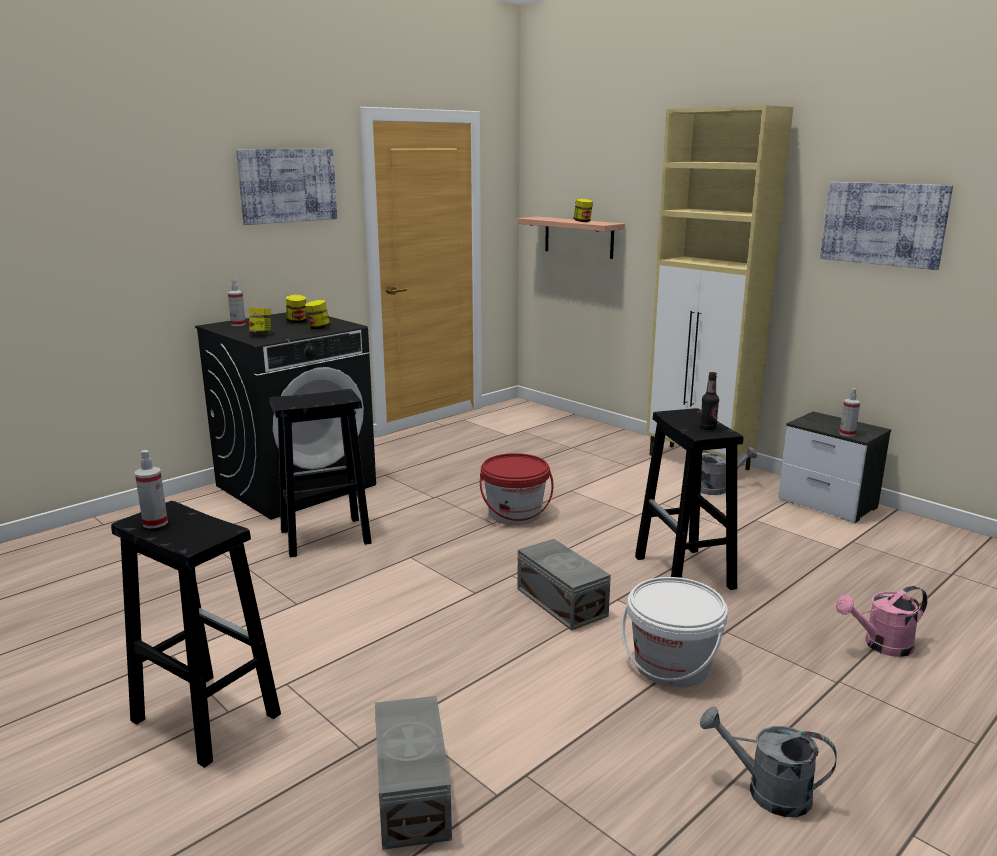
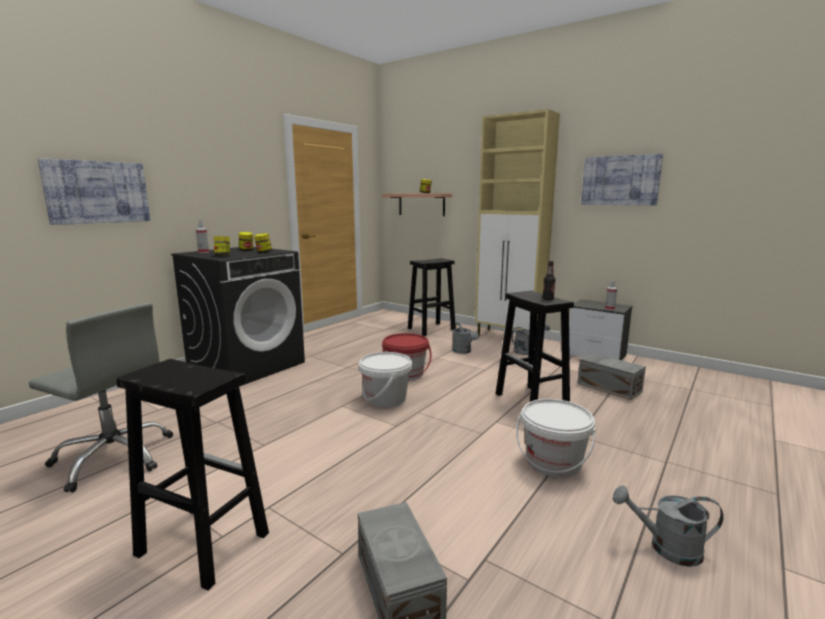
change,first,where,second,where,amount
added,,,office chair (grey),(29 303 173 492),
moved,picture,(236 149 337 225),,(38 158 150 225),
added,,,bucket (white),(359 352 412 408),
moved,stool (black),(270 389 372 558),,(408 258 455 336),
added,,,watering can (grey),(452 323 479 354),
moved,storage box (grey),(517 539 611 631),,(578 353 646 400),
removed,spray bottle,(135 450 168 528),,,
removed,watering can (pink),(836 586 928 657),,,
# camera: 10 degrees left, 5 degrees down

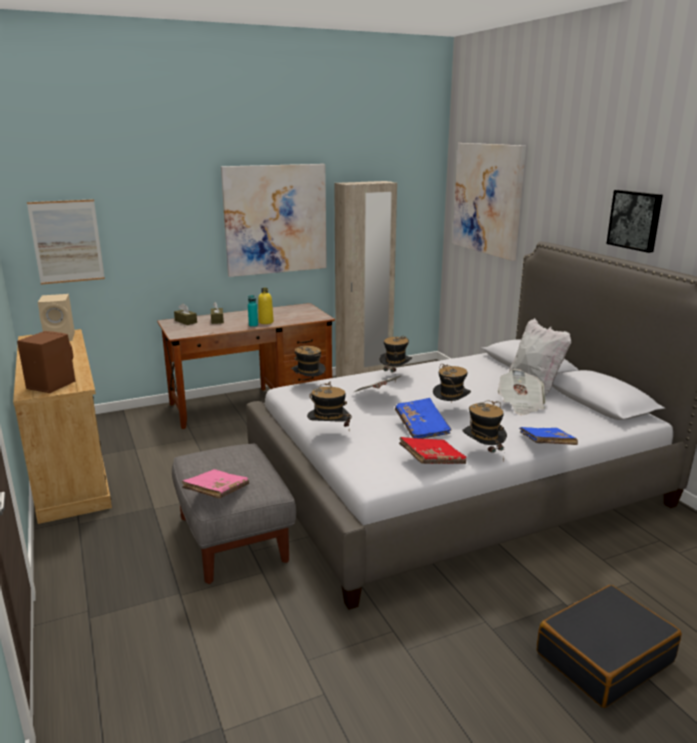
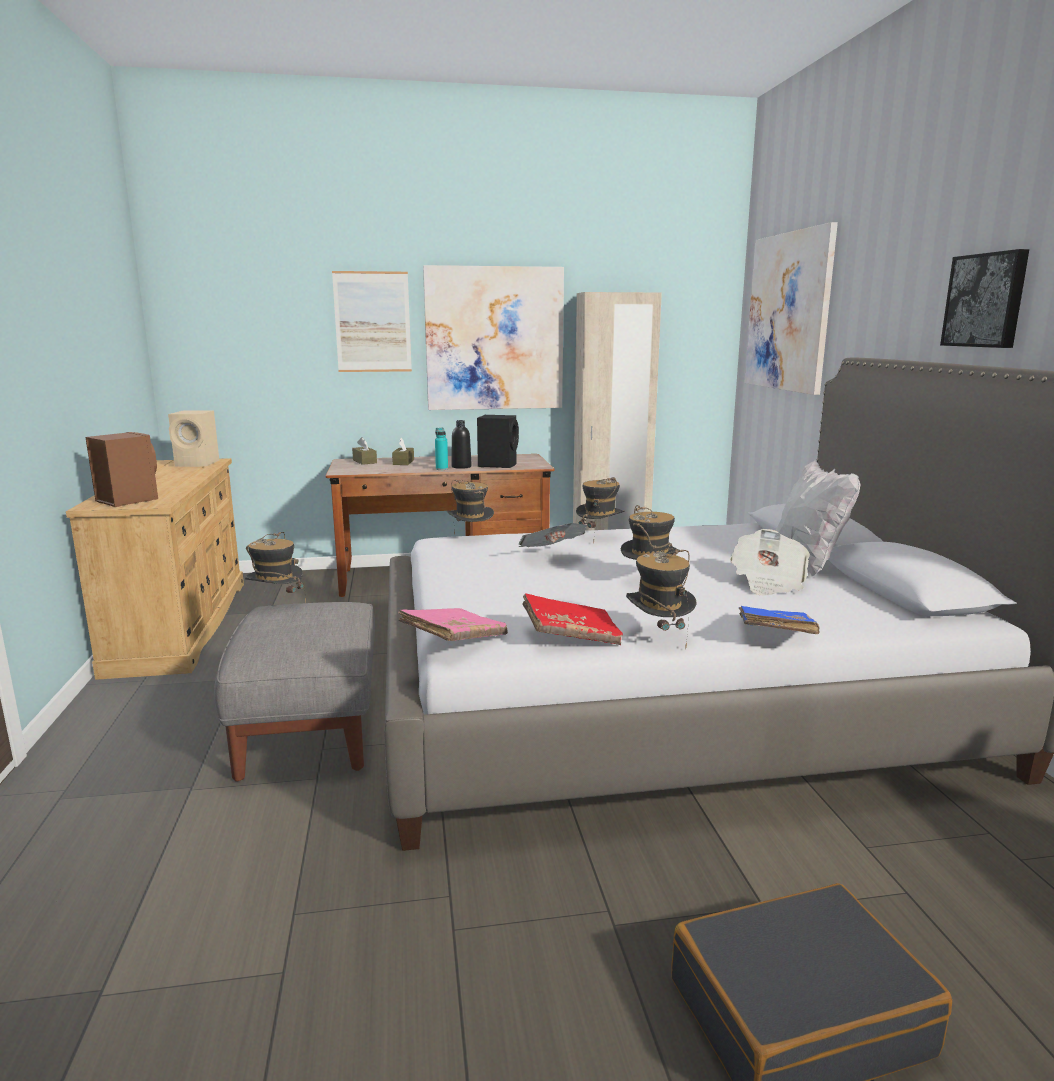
change,first,where,second,where,amount
moved,hat,(307 382 352 427),,(245 532 306 603),
moved,picture,(27 199 105 285),,(332 271 412 372),
moved,book (pink),(182 469 249 499),,(398 608 508 641),
recoloured,bottle (yellow),(258 288 274 324),bottle (black),(451 420 471 469),
added,,,speaker (black),(477 415 519 468),
removed,book (blue),(395 398 452 439),,,
# camera: 15 degrees right, 5 degrees down

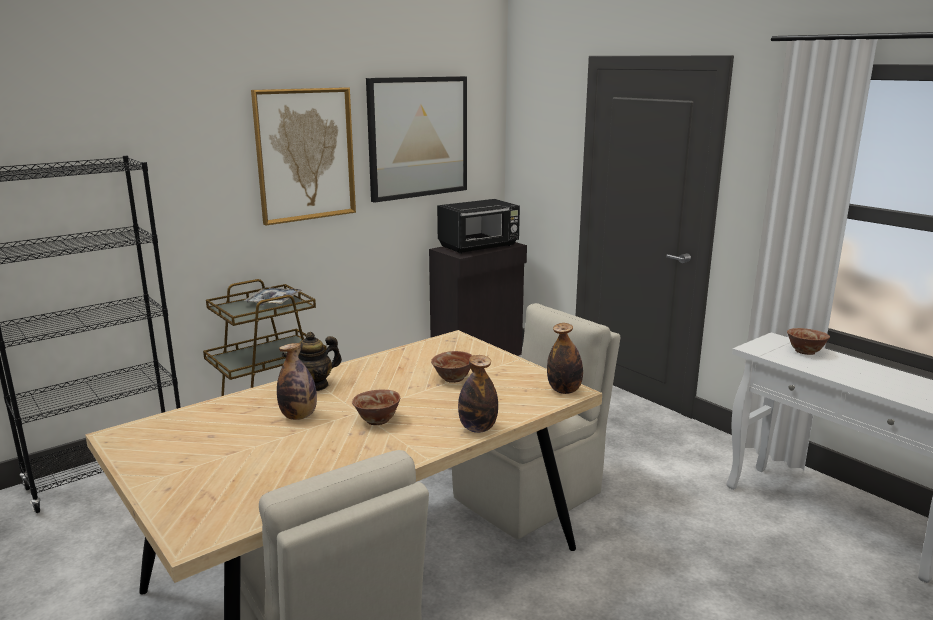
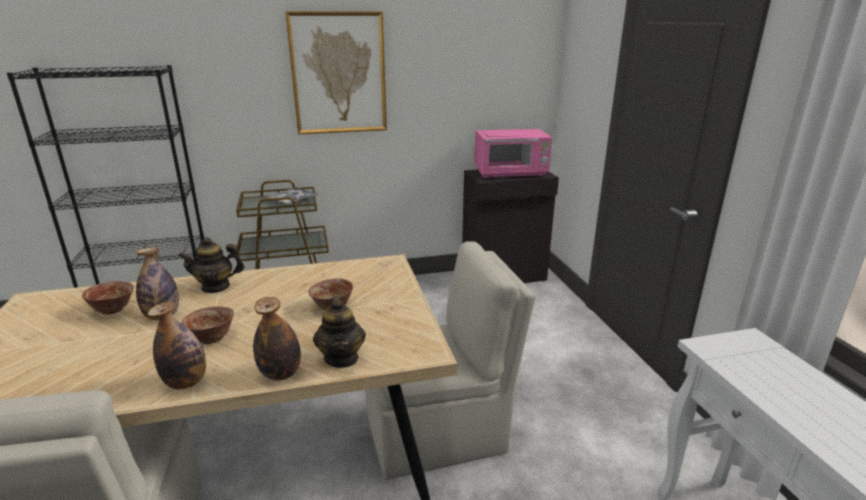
change,first,where,second,where,amount
moved,bowl,(787 328 830 355),,(82 281 134 315),
moved,bottle,(547 323 583 394),,(148 301 206 390),
added,,,teapot,(313 297 366 368),
recoloured,microwave (black),(437 199 520 254),microwave (pink),(475 129 552 178),
removed,picture,(366 76 467 203),,,
# camera: 25 degrees right, 5 degrees up

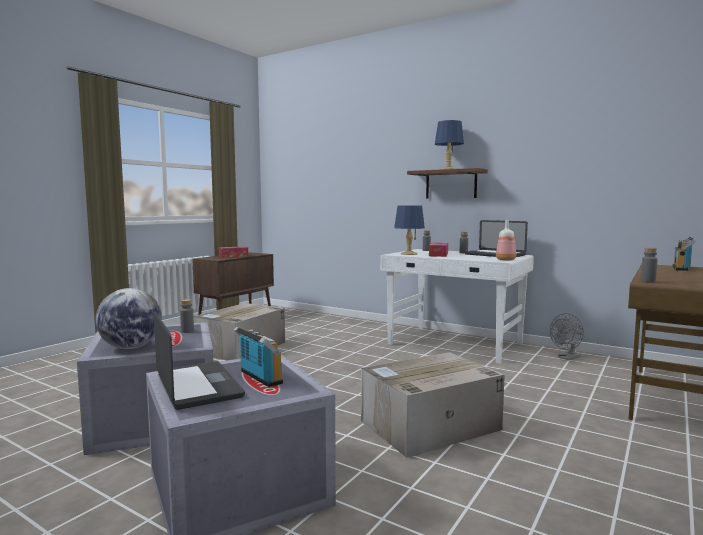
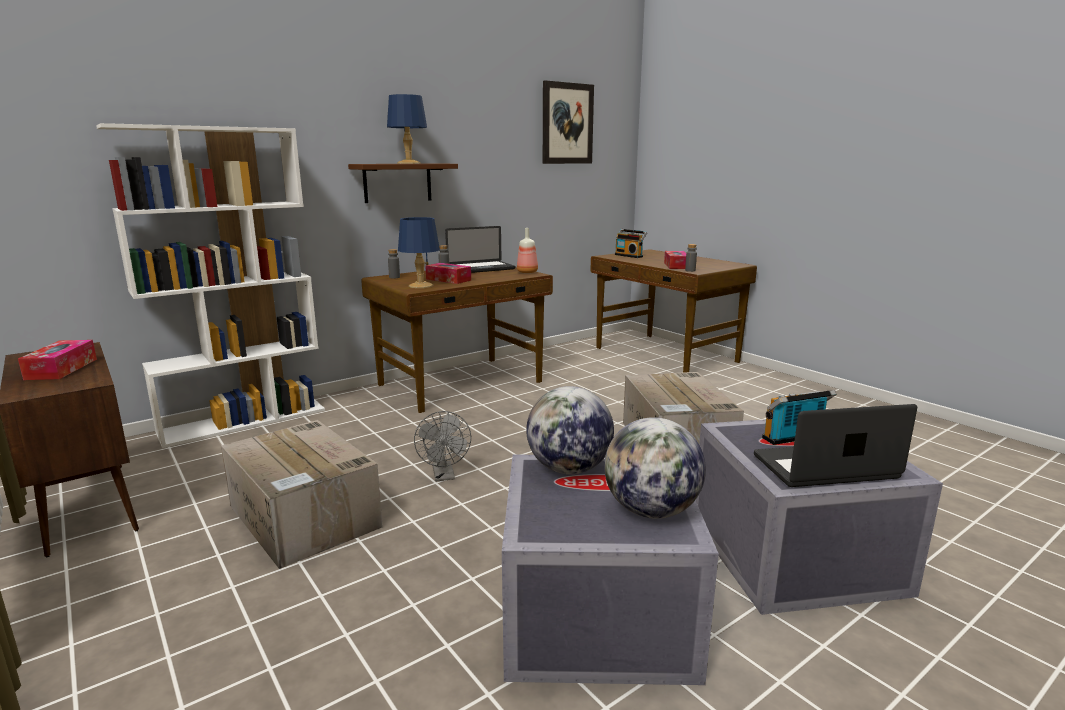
change,first,where,second,where,amount
added,,,bookcase (white),(96 123 325 448),
recoloured,desk (white),(380 249 534 364),desk (brown),(361 267 553 413),
moved,fan (grey),(550 313 584 361),,(414 411 471 481),
replaced,bottle (grey),(180 299 194 333),globe,(526 386 614 474),
added,,,picture,(543 80 594 164),
added,,,tissue box,(664 251 686 269),
# camera: 70 degrees left, 10 degrees up

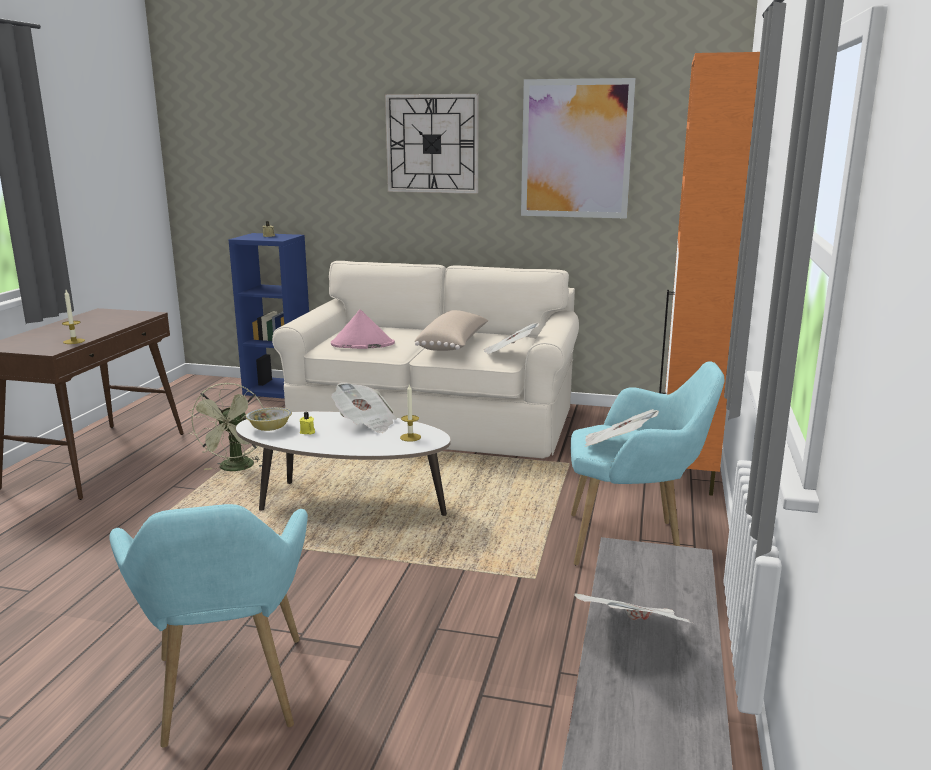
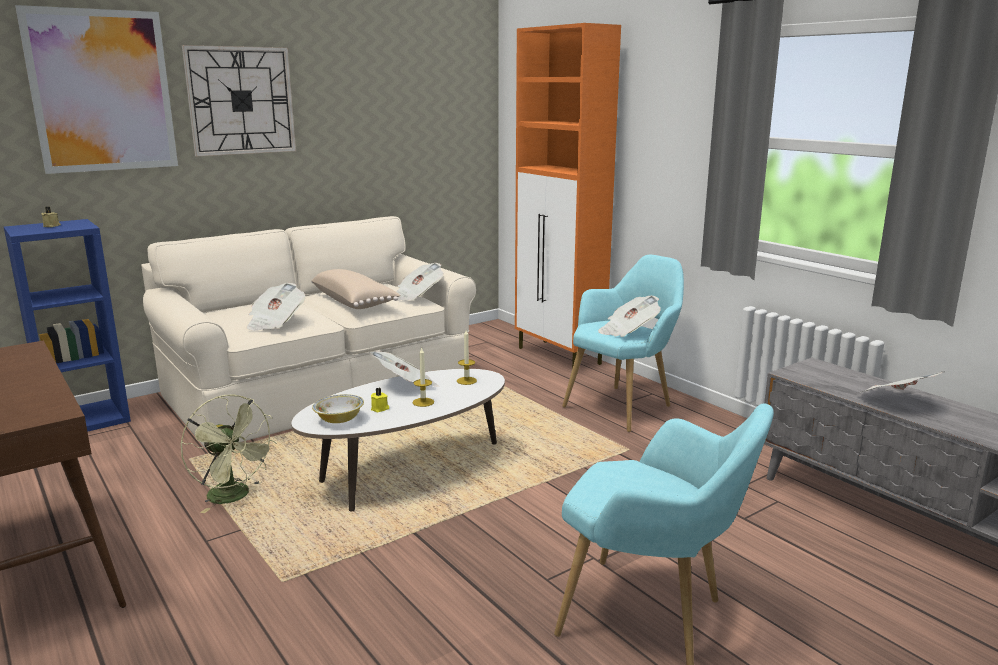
change,first,where,second,where,amount
moved,picture,(521 78 635 219),,(15 5 178 174),
replaced,hat (pink),(331 309 395 349),newspaper,(246 283 305 331),
moved,candle,(62 290 85 344),,(413 347 434 407),
# camera: 50 degrees left, 0 degrees up

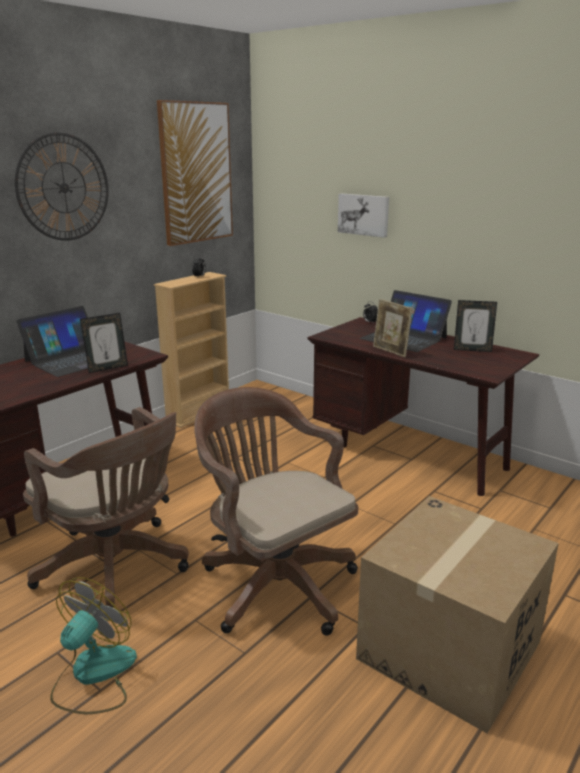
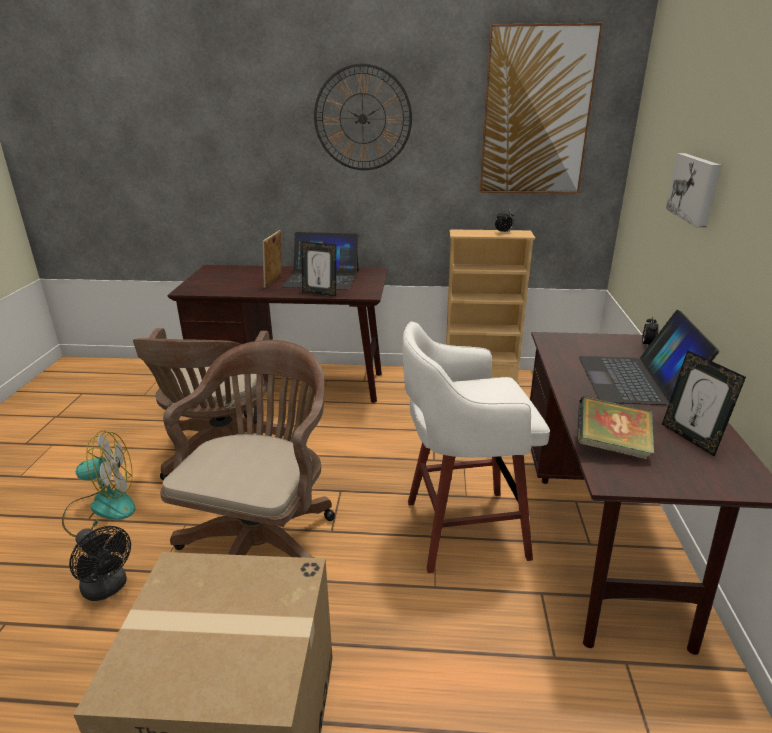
change,first,where,second,where,amount
added,,,fan (black),(69 526 131 601),
moved,picture frame,(373 299 413 357),,(262 230 282 288),
added,,,stool (white),(402 322 550 573),
added,,,book,(577 396 654 460),
# camera: 55 degrees right, 5 degrees up

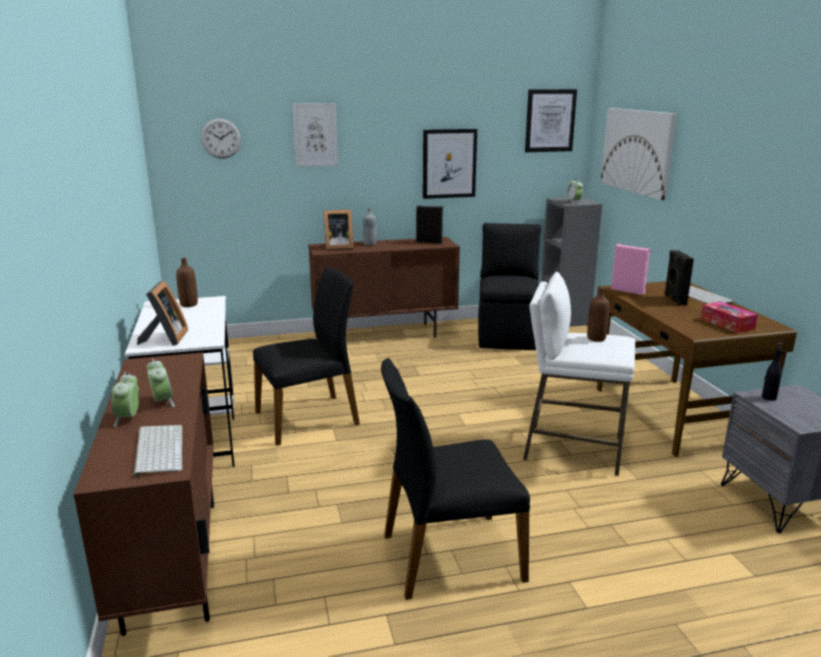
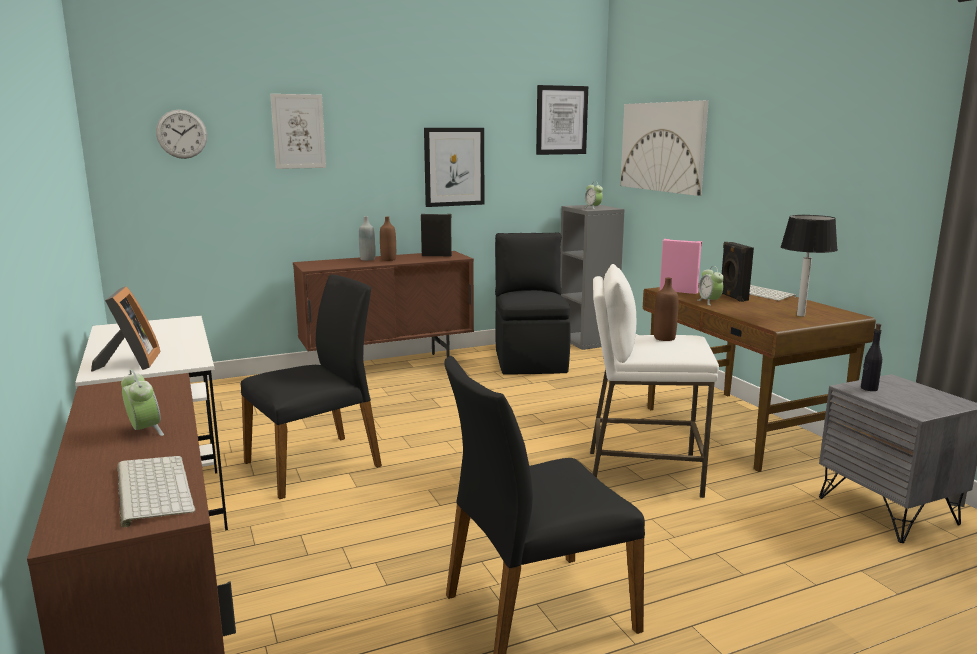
change,first,where,second,where,amount
moved,bottle (brown),(176 258 198 307),,(380 216 396 261),
moved,alarm clock,(111 372 139 427),,(698 266 724 306),
replaced,tissue box,(701 301 758 333),table lamp,(781 215 838 317),
removed,picture frame,(324 210 354 250),,,
# camera: 10 degrees left, 5 degrees down

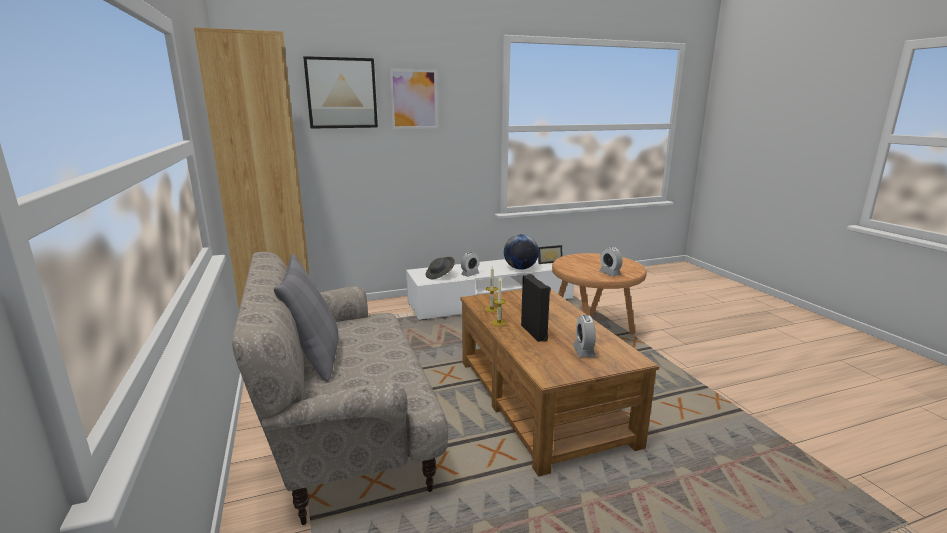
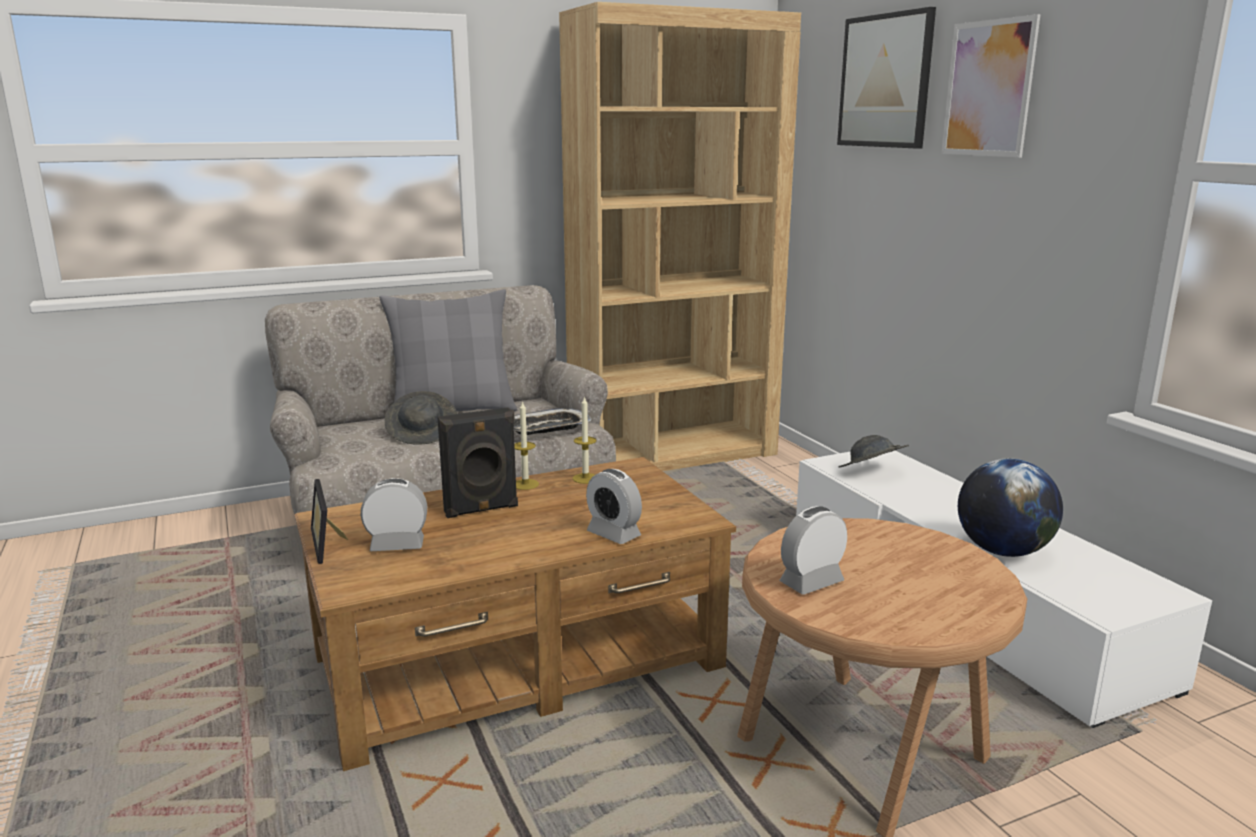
change,first,where,second,where,amount
moved,picture frame,(538 245 562 264),,(311 479 348 564),
added,,,hat (grey),(385 391 457 444),
added,,,tray,(514 408 592 435),
moved,alarm clock,(461 252 480 277),,(586 469 642 544),
# camera: 85 degrees right, 0 degrees up

